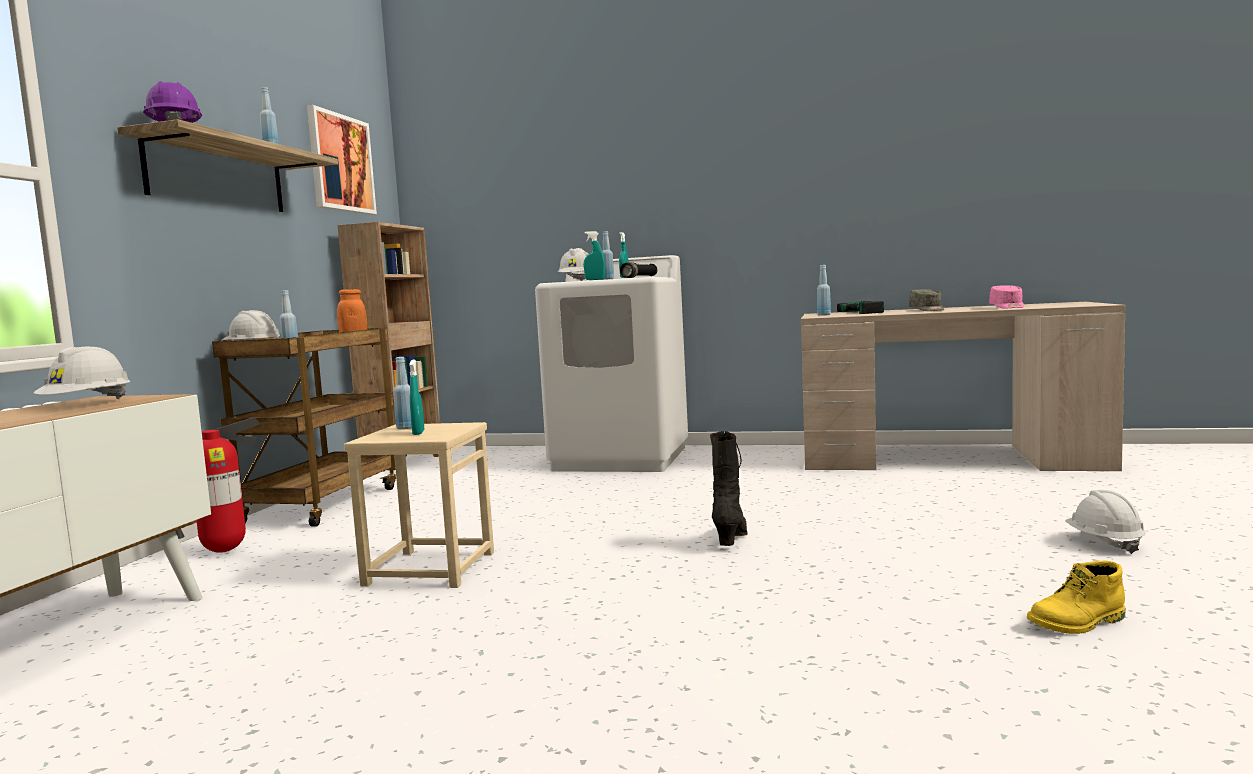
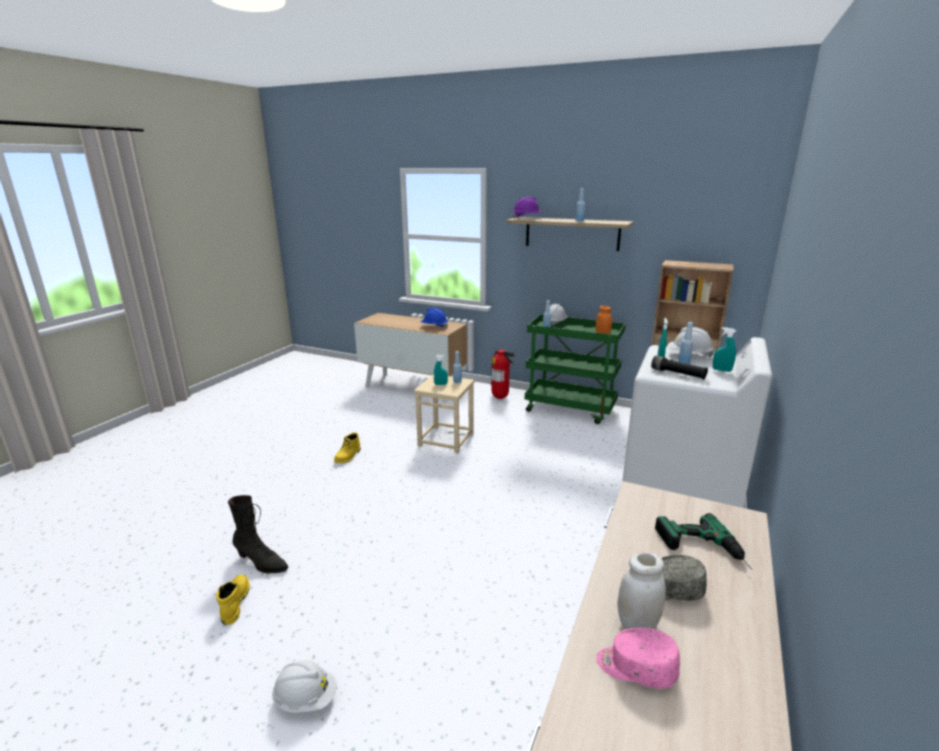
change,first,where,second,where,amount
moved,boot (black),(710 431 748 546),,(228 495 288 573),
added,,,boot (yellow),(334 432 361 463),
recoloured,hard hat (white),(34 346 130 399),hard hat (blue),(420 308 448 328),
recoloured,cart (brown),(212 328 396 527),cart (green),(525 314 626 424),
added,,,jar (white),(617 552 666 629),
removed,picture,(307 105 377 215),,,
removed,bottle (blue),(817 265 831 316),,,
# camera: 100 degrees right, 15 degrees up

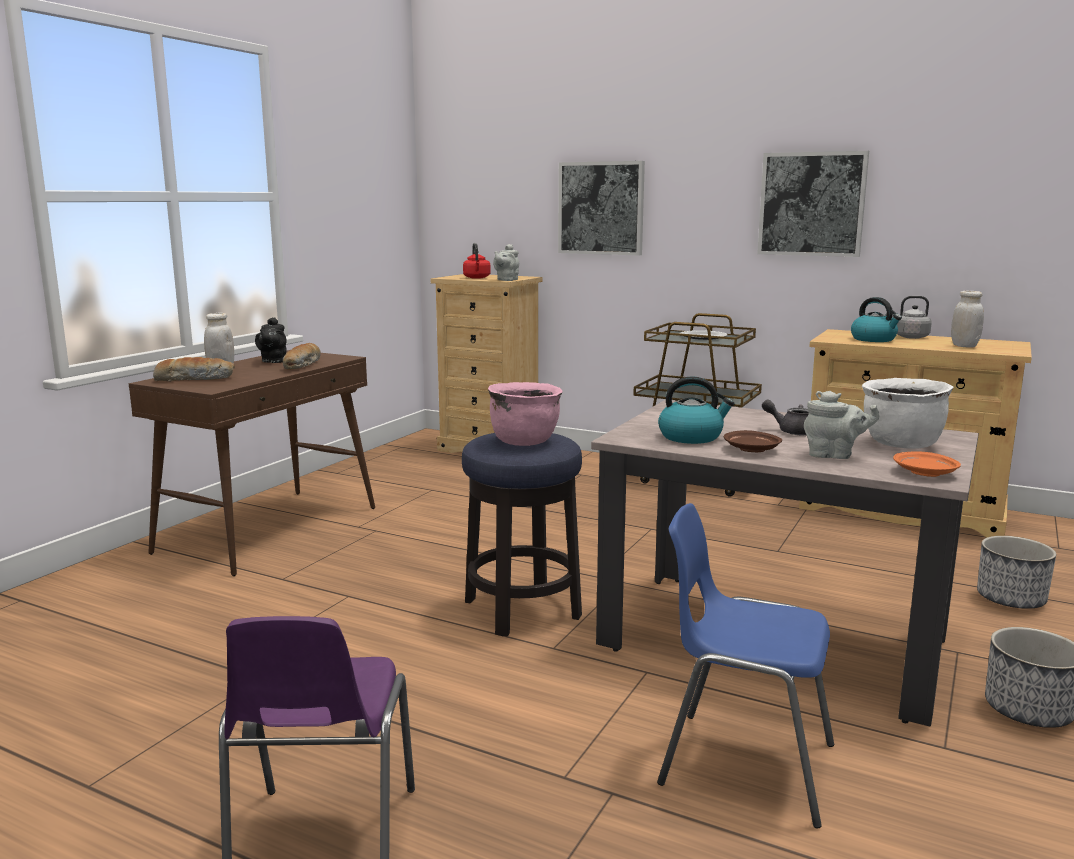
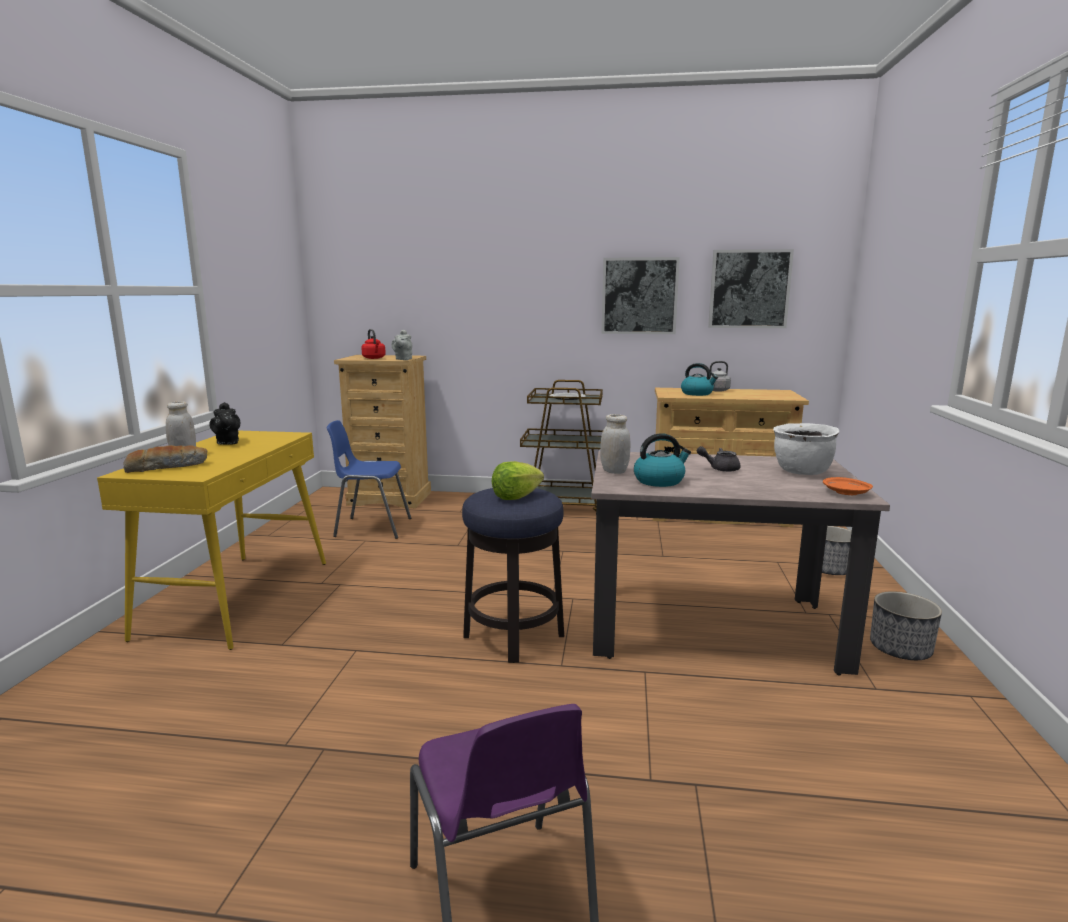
change,first,where,second,where,amount
recoloured,console table (brown),(129 350 375 576),console table (yellow),(97 431 326 650),
moved,chair (blue),(657 503 834 829),,(326 420 411 539),
replaced,cooking pot (pink),(488 382 563 446),lettuce,(492 461 544 500),
moved,jar (white),(951 291 984 348),,(600 414 631 474),
moved,picture,(558 161 645 256),,(708 249 794 328),
removed,bread,(283 343 321 369),,,
removed,plate (brown),(724 430 782 452),,,
removed,teapot (grey),(804 391 880 459),,,
# camera: 20 degrees left, 0 degrees up

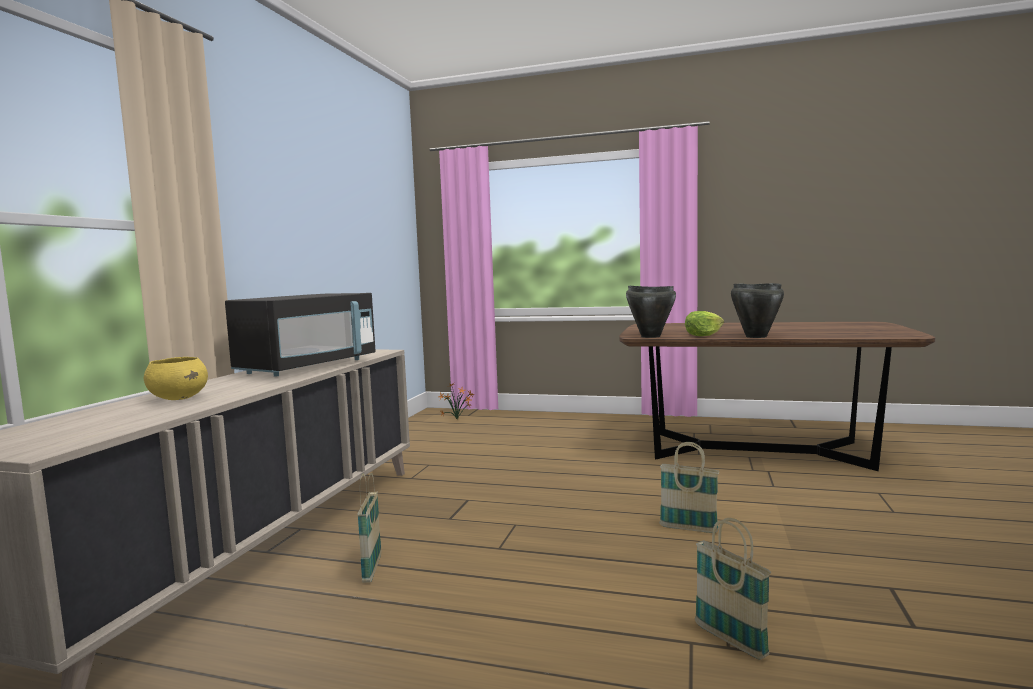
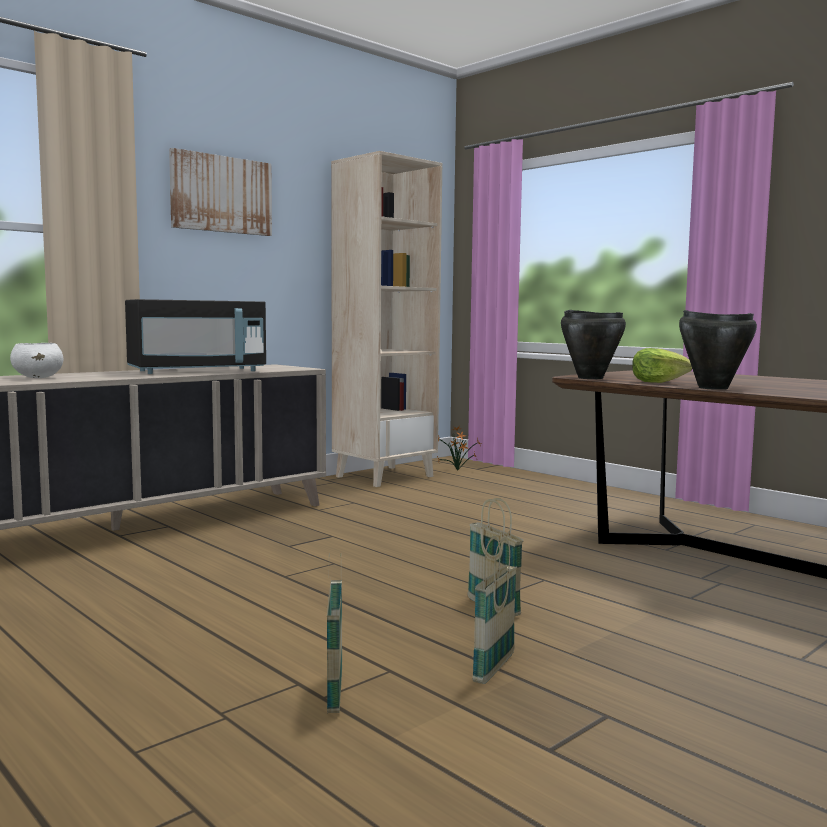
change,first,where,second,where,amount
recoloured,bowl (yellow),(144 357 208 400),bowl (white),(10 343 63 378),
added,,,picture,(169 148 272 236),
added,,,bookcase (beige),(331 151 442 487),
moved,basket,(357 473 381 583),,(472 536 517 684),
# camera: 30 degrees right, 0 degrees up

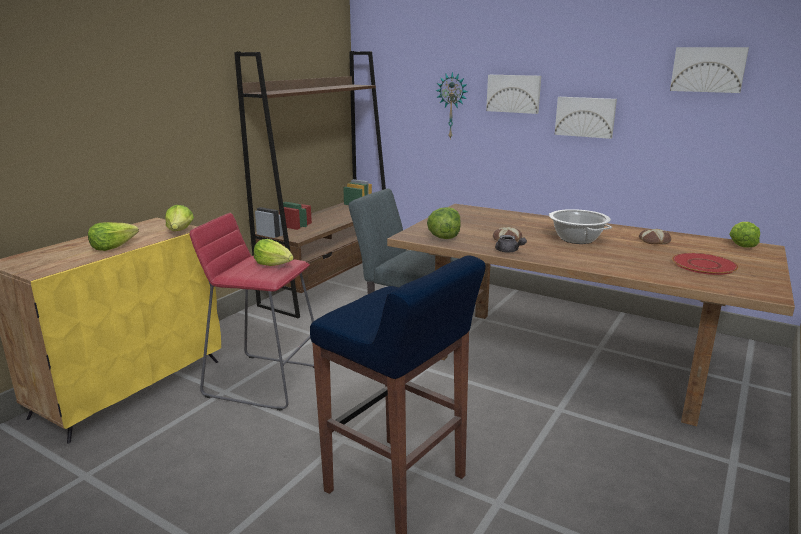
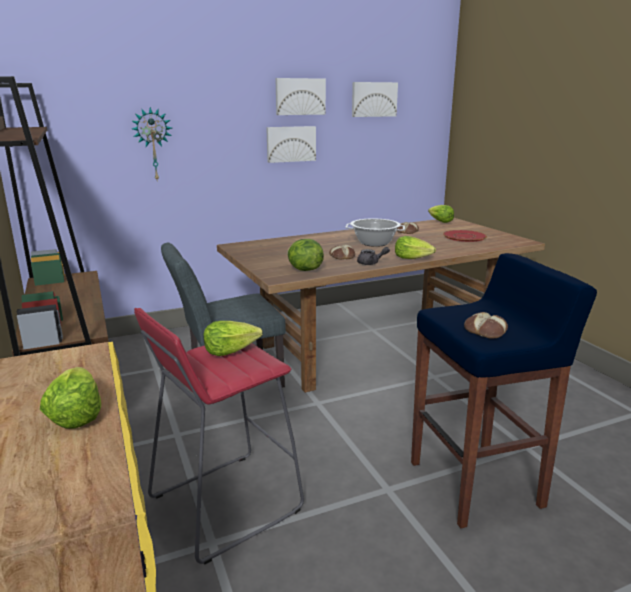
change,first,where,second,where,amount
moved,picture,(486 75 541 114),,(275 78 326 115),
moved,lettuce,(165 205 194 231),,(395 236 436 259),
added,,,bread,(464 312 508 338),
# camera: 55 degrees left, 0 degrees up

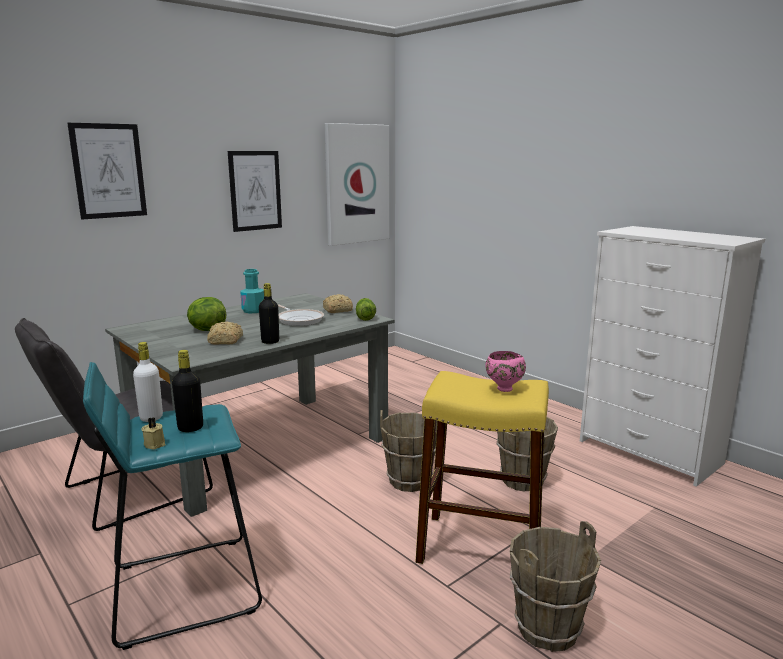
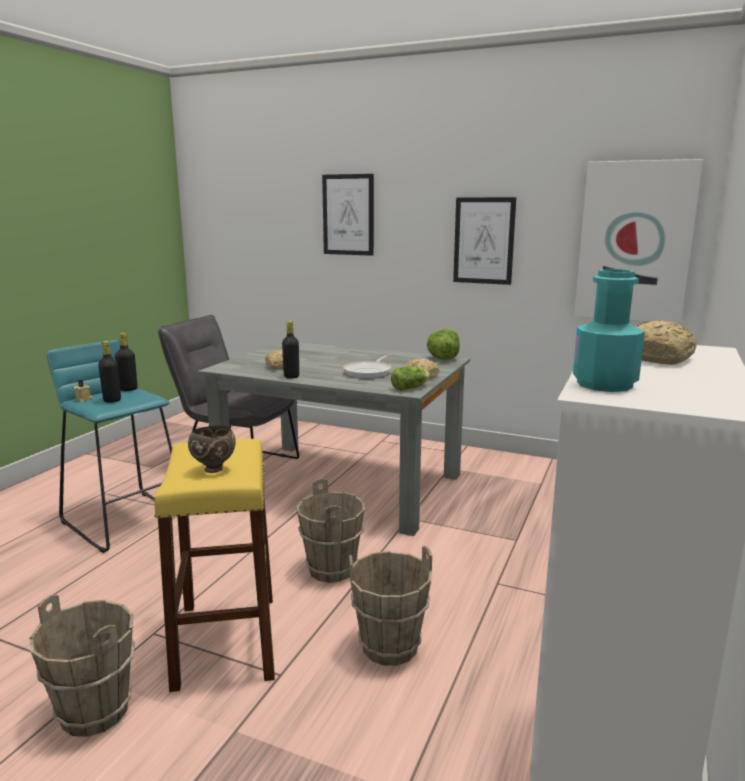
change,first,where,second,where,amount
recoloured,bottle (white),(133 342 163 422),bottle (black),(115 333 138 391),
recoloured,bowl (pink),(485 351 526 392),bowl (brown),(188 425 236 473),
moved,lettuce,(187 297 226 331),,(427 329 460 360),
moved,bottle (turquoise),(240 269 264 313),,(573 269 645 392),
added,,,bread,(635 320 697 365),
# camera: 65 degrees right, 0 degrees up

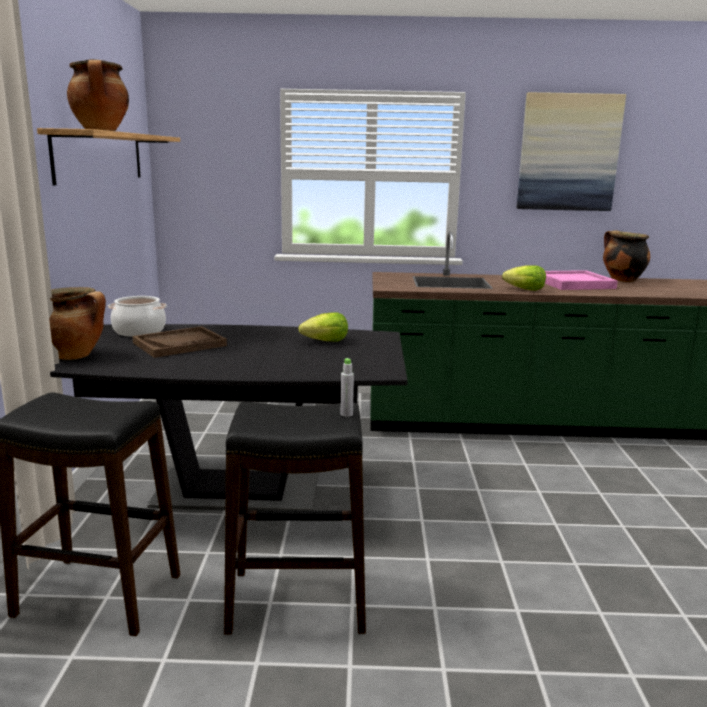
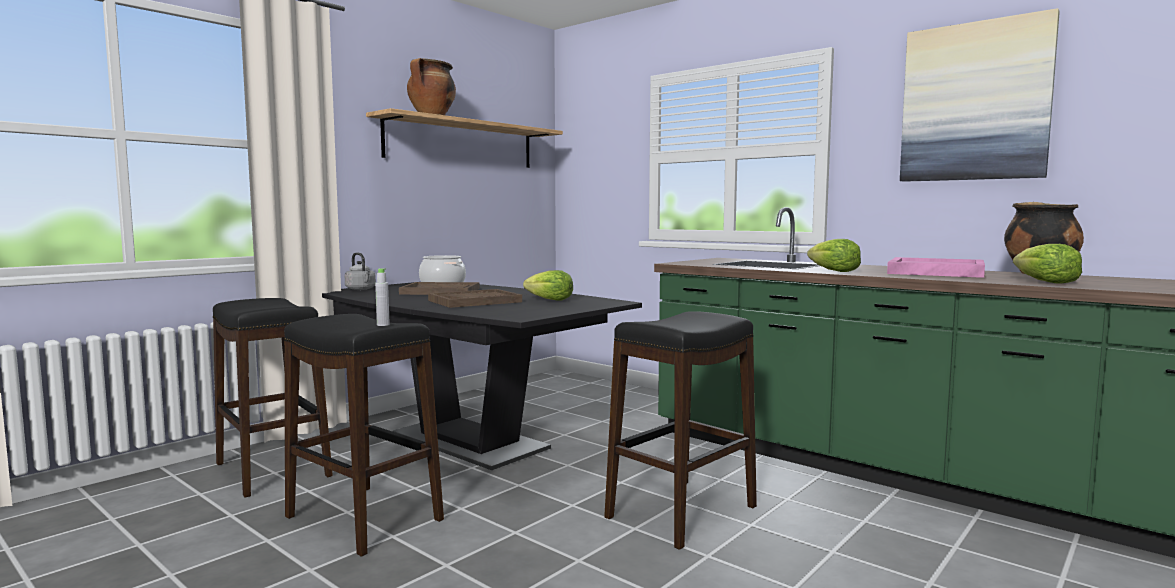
change,first,where,second,where,amount
replaced,cooking pot,(49 287 106 360),kettle (grey),(345 253 376 290),
added,,,tray (brown),(428 289 522 308),
added,,,stool (black),(604 311 757 550),
added,,,lettuce,(1013 244 1082 284),
# camera: 40 degrees right, 10 degrees down

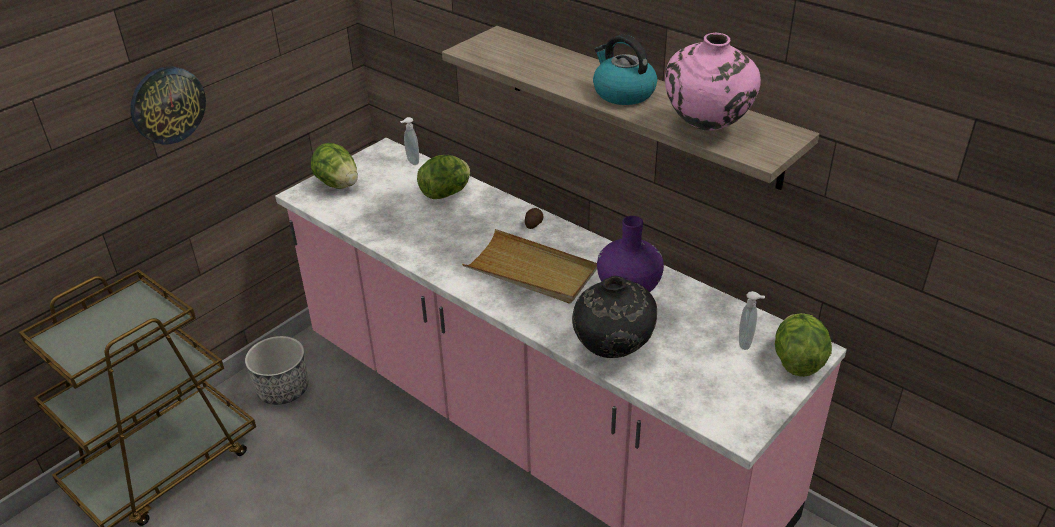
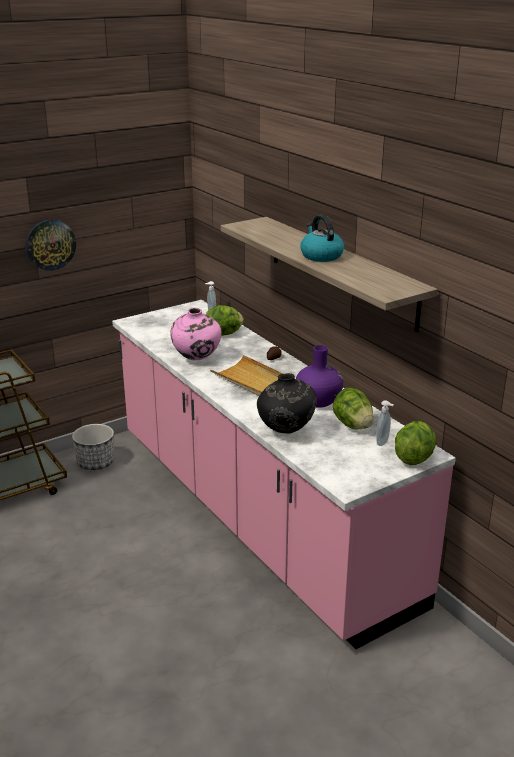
change,first,where,second,where,amount
moved,vase (pink),(665 33 761 131),,(170 308 222 360),
moved,lettuce,(311 143 358 189),,(333 388 374 429),
# camera: 15 degrees right, 10 degrees down

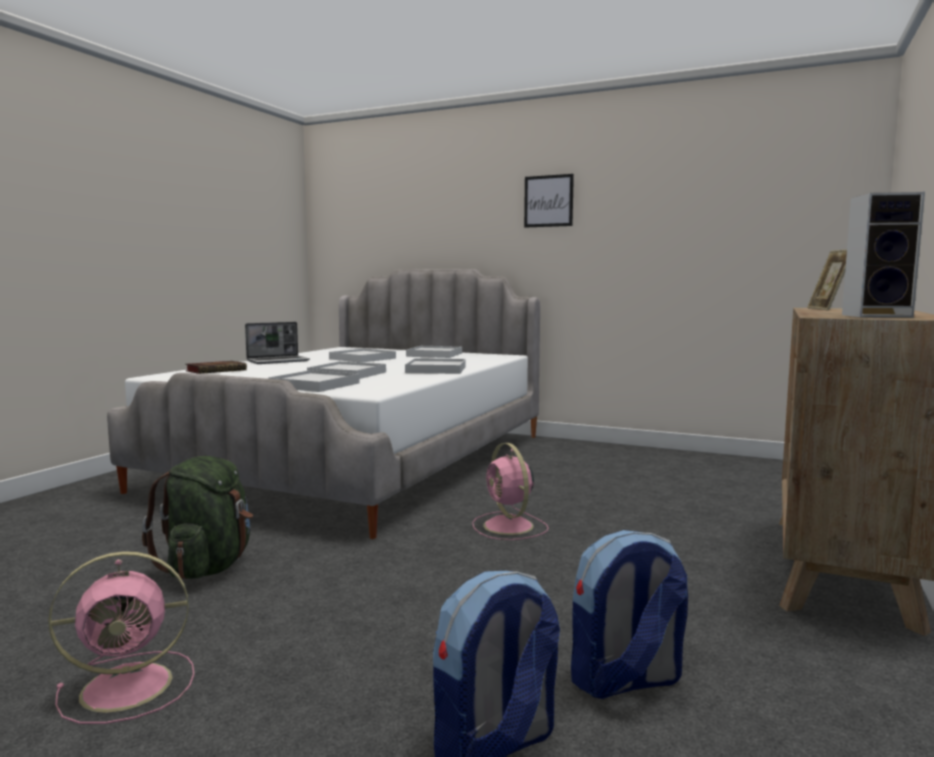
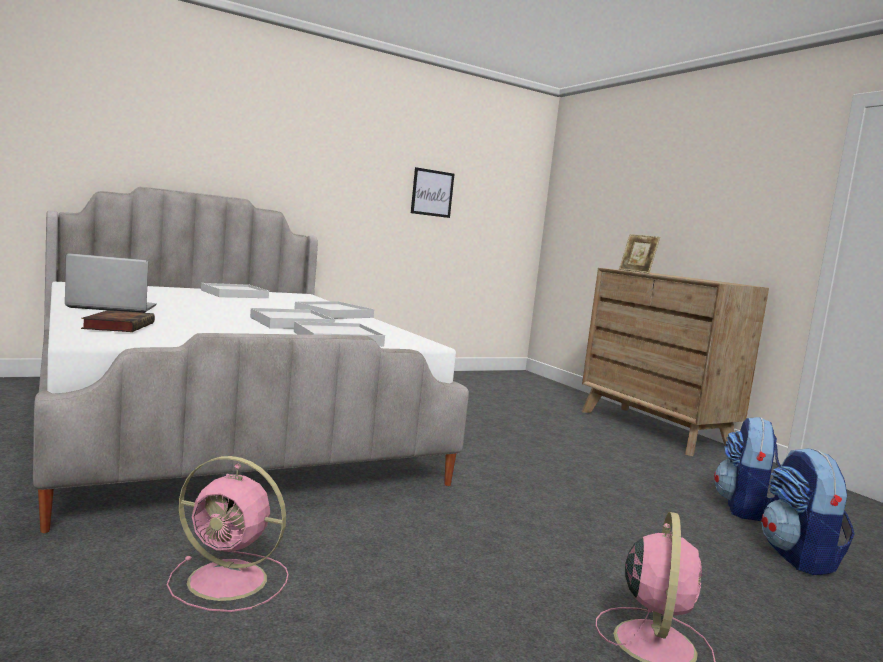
change,first,where,second,where,amount
turned,laptop,(245 322 310 364),,(65 253 157 313),105 degrees counterclockwise
moved,fan (pink),(472 443 549 540),,(167 456 289 612),
moved,picture,(524 174 574 227),,(411 167 454 218),
removed,backpack (green),(142 456 253 579),,,
removed,tray (white),(329 348 396 363),,,
removed,speaker,(842 192 925 318),,,
# camera: 55 degrees left, 0 degrees up

